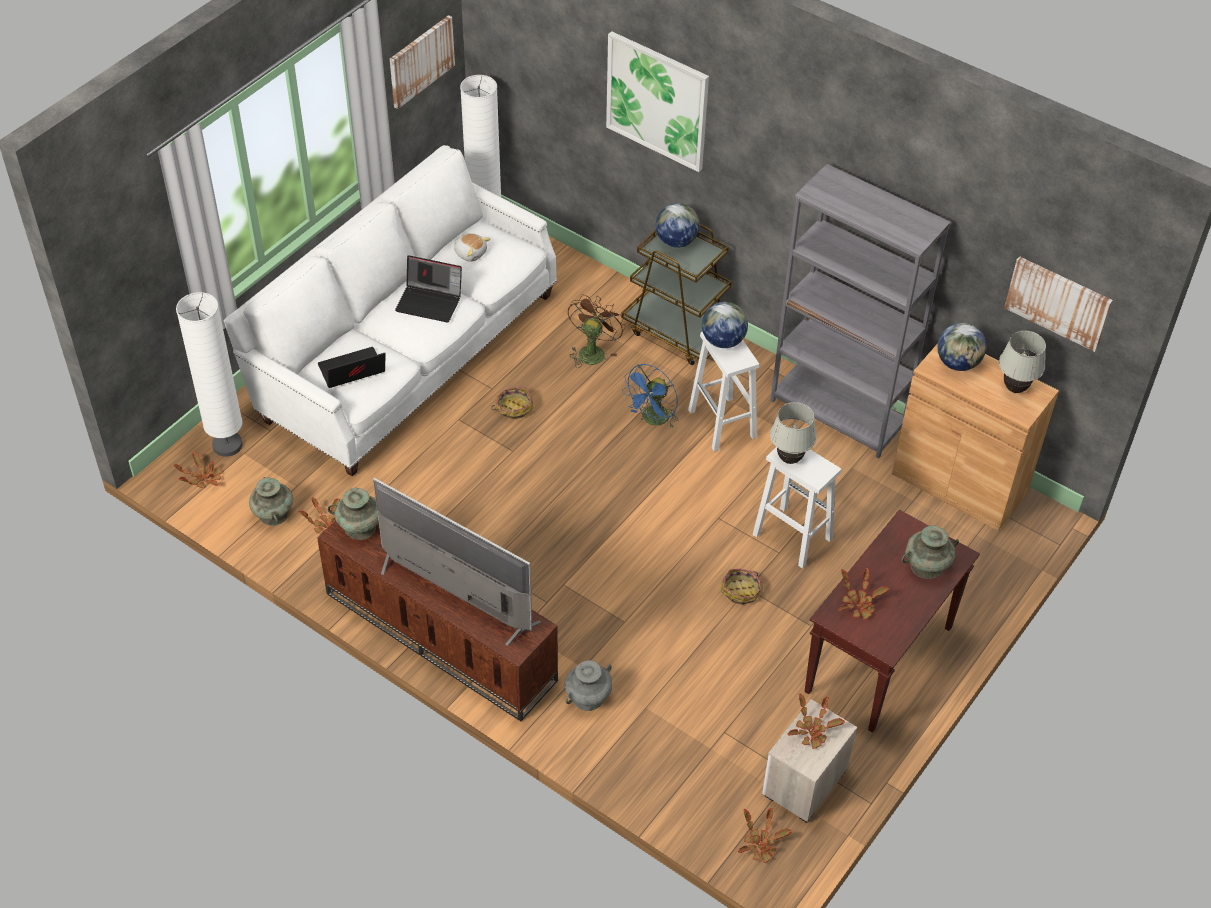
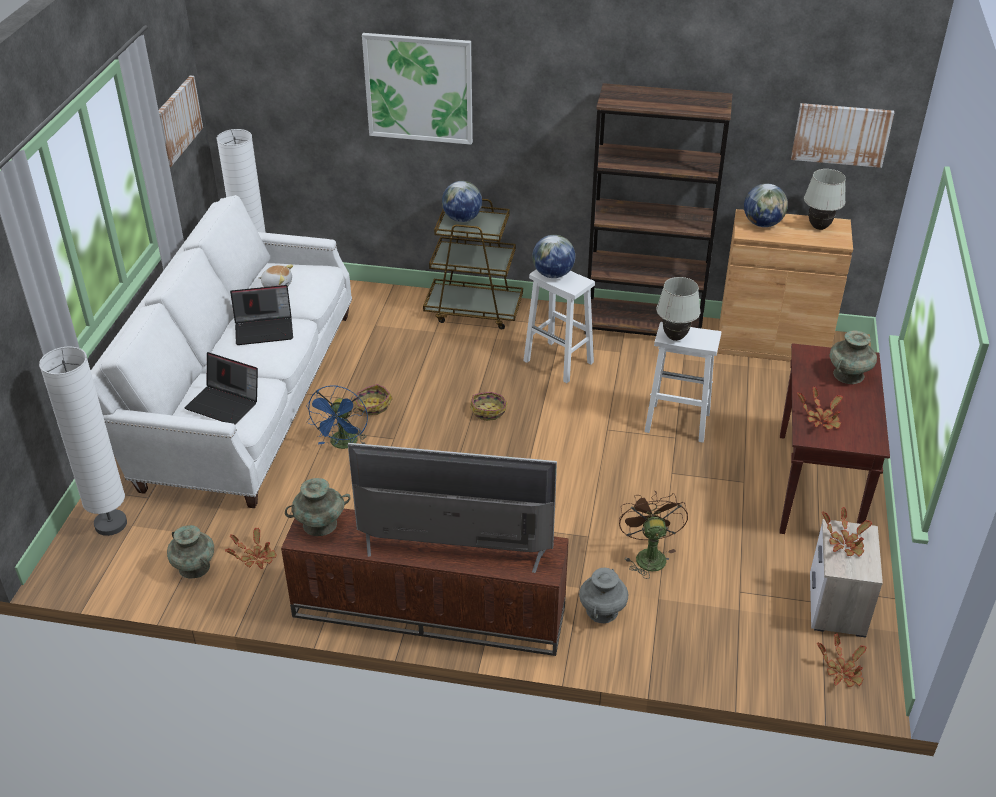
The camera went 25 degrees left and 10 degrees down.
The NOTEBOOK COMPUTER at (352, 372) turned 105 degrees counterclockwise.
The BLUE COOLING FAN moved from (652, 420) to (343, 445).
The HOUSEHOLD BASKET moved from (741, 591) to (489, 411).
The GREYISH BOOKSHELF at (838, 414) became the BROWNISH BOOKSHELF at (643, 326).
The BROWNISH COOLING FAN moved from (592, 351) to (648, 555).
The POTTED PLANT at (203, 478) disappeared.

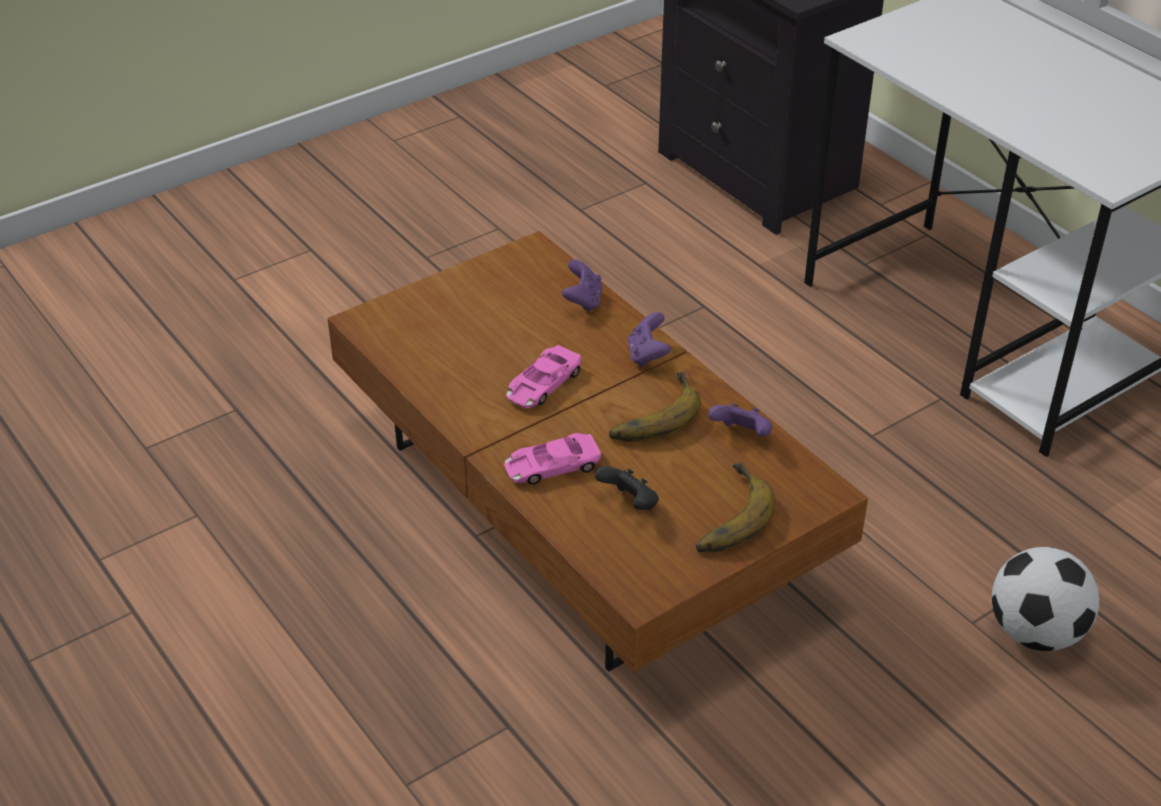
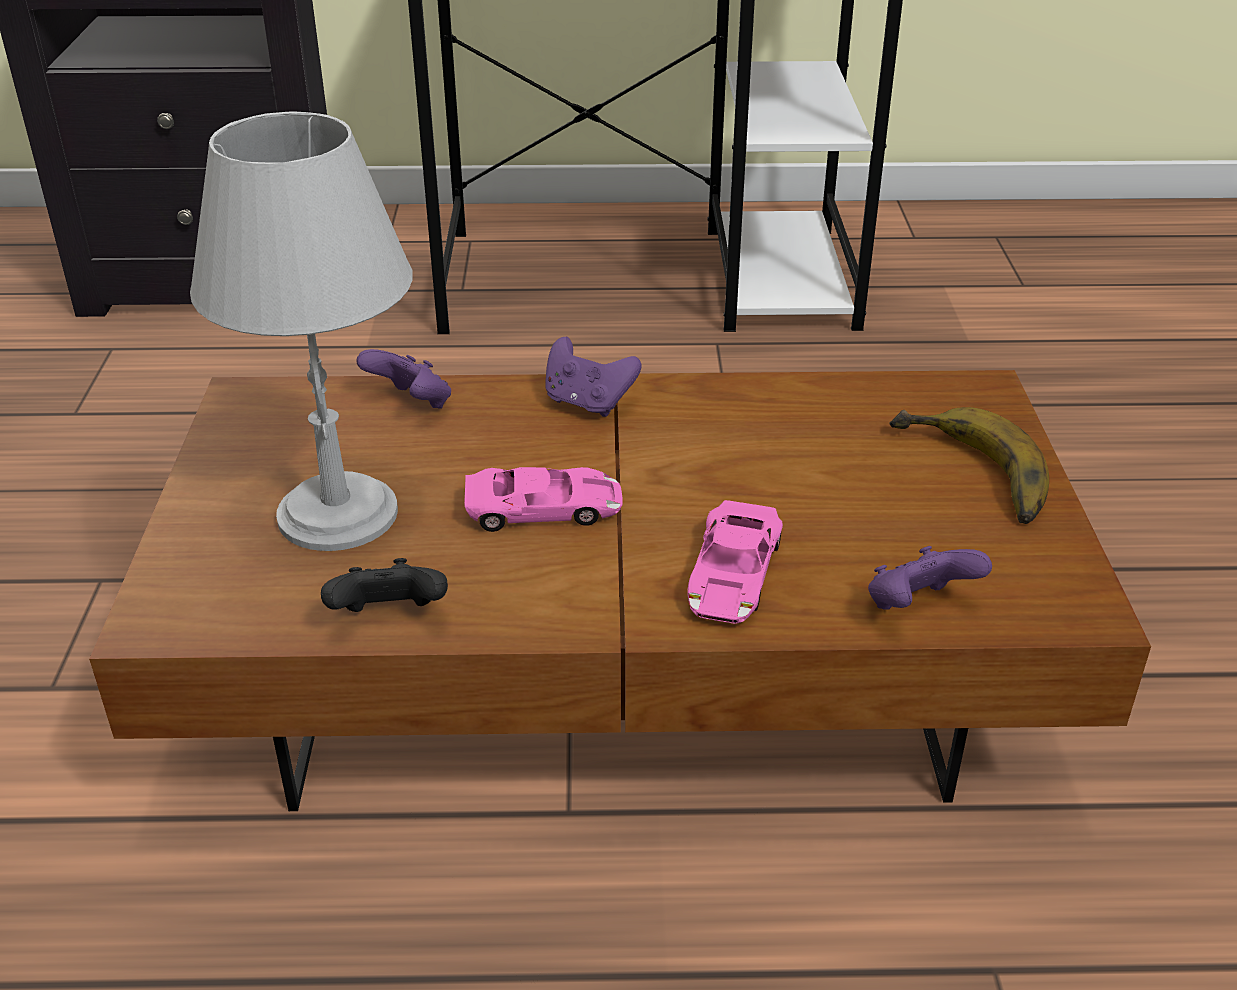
The camera went 55 degrees left and 5 degrees down.
The GREYISH TABLETOP LAMP at (336, 513) appeared.
The BLACK JOYPAD moved from (629, 503) to (390, 618).
The PINKISH TOY CAR at (542, 385) turned 75 degrees counterclockwise.
The PURPLE JOYPAD moved from (742, 435) to (917, 607).
The BANANA at (650, 414) disappeared.
The BALL FOR FOOTBALL at (1035, 632) disappeared.

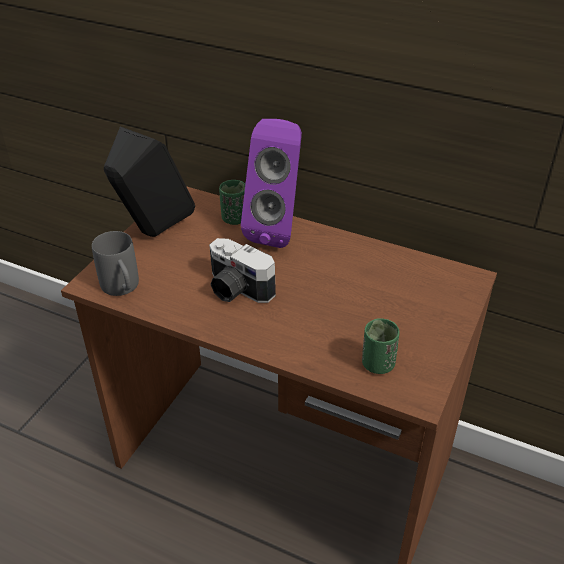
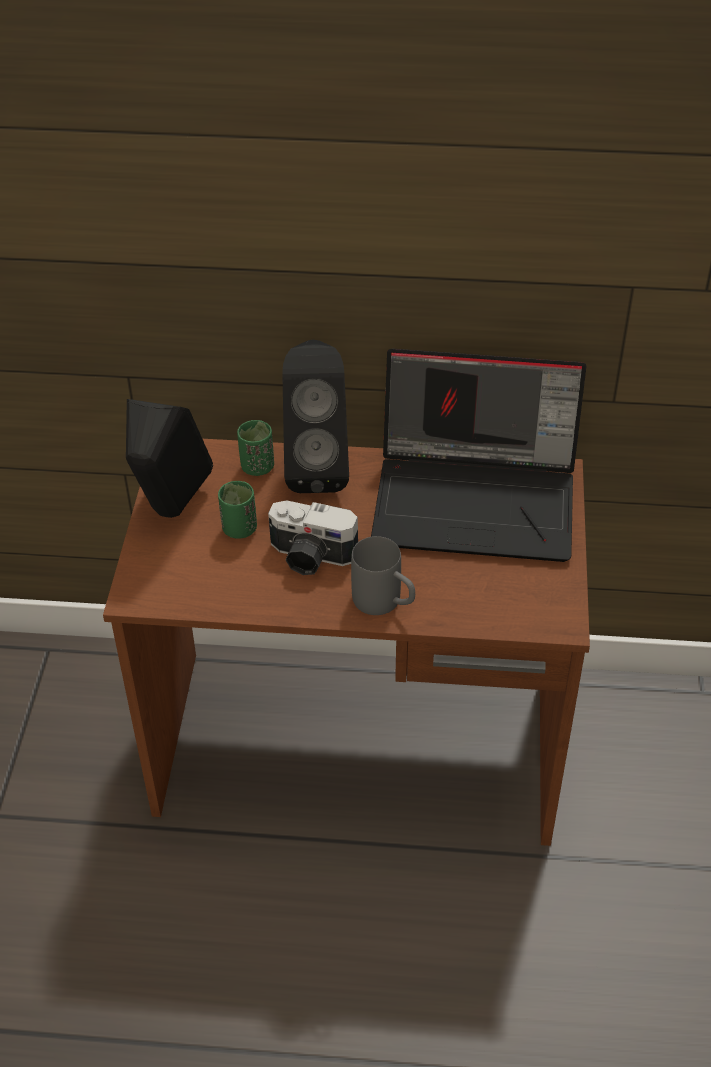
The camera went 20 degrees left and 5 degrees up.
The GREEN-COLOURED SMALL CUP moved from (378, 364) to (239, 529).
The PURPLE AUDIO SPEAKER at (278, 229) became the BLACK AUDIO SPEAKER at (317, 468).
The GREYISH COFFEE MUG moved from (122, 289) to (385, 603).
The NOTEBOOK COMPUTER at (478, 499) appeared.

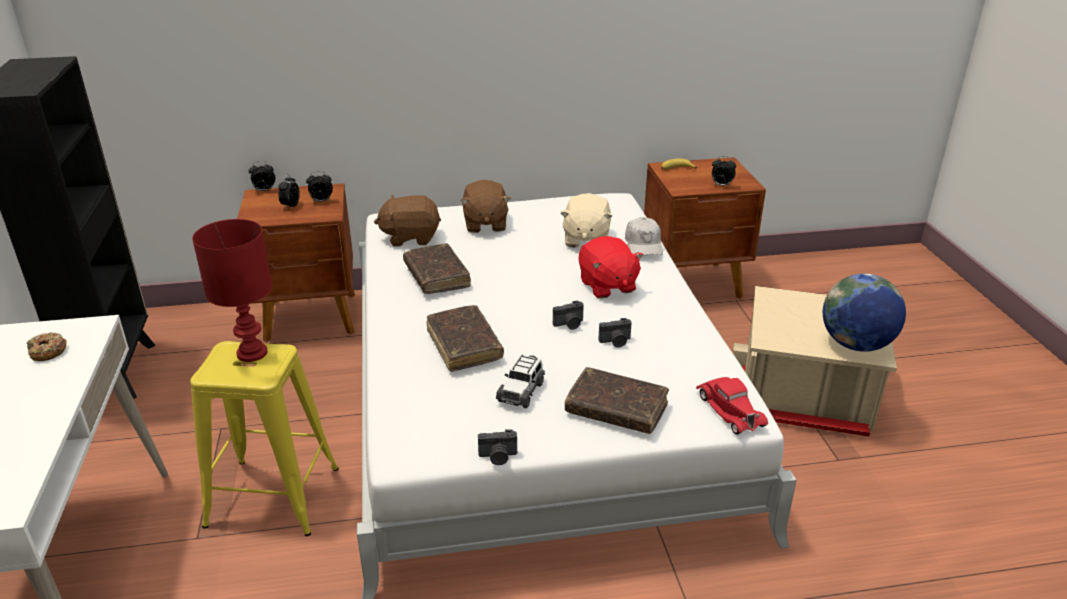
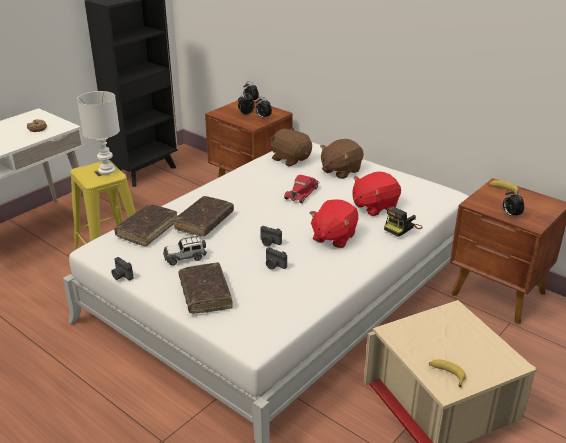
The camera went 50 degrees right and 0 degrees up.
The REDDISH TABLETOP LAMP at (252, 352) became the WHITE-COLOURED TABLETOP LAMP at (107, 170).
The BROWNISH BOOK moved from (436, 276) to (147, 230).
The REDDISH TOY CAR moved from (729, 409) to (302, 192).
The BEIGE-COLOURED CUDDLY TOY at (585, 239) became the REDDISH CUDDLY TOY at (374, 206).
The WHITE-COLOURED PEAKED CAP at (644, 245) was replaced by the PHOTO CAMERA at (402, 227).
The DESK GLOBE at (855, 344) was replaced by the BANANA at (446, 374).

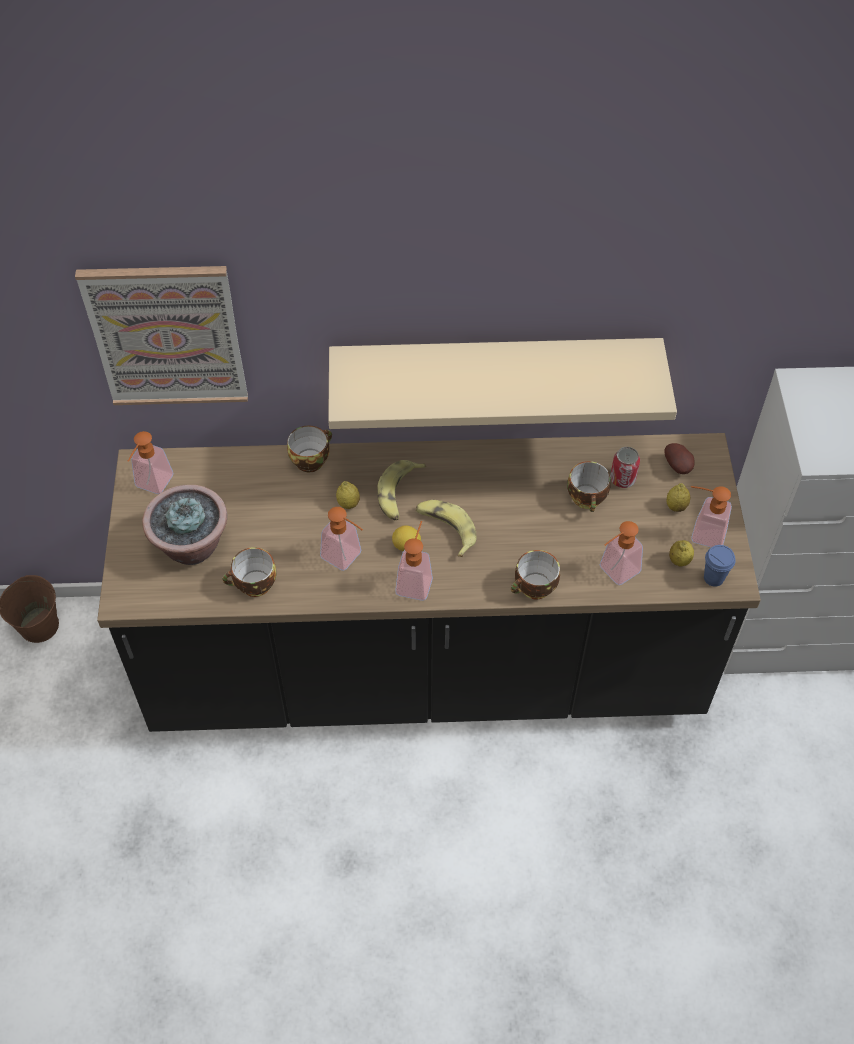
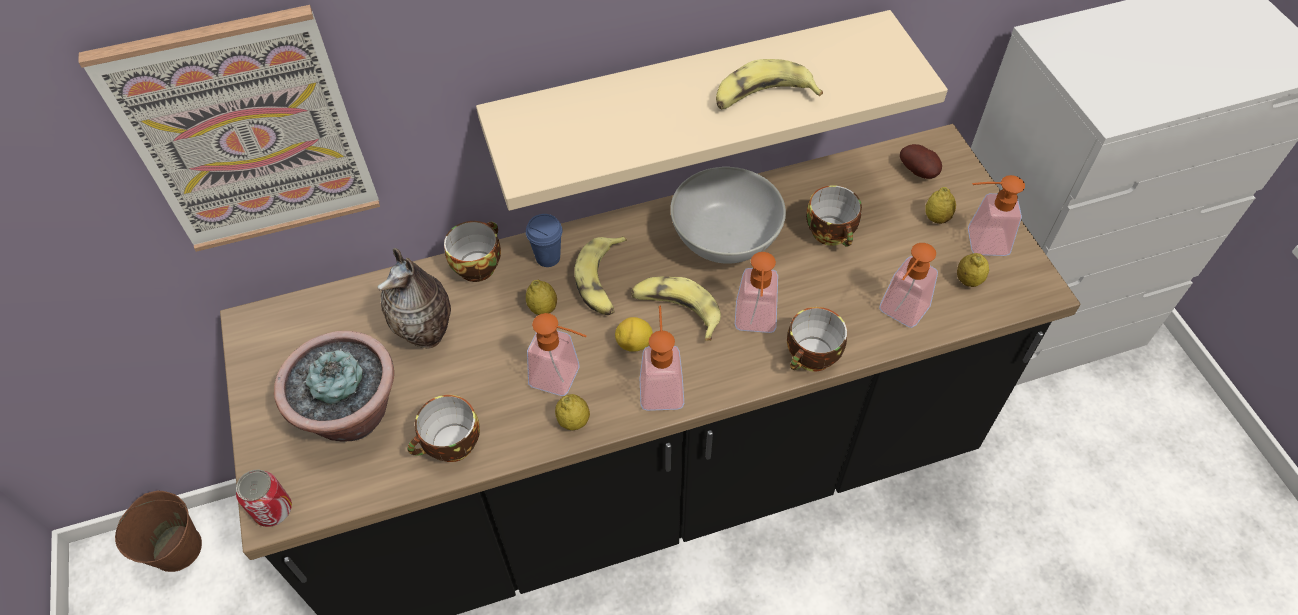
The camera went 15 degrees left and 0 degrees up.
The CAN moved from (622, 479) to (273, 510).
The VASE at (428, 335) appeared.
The BLUE SMALL CUP moved from (713, 578) to (548, 257).
The LEMON at (573, 421) appeared.
The WHITE-COLOURED DEEP DISH at (724, 241) appeared.
The BANANA at (762, 97) appeared.
The LIQUID SOAP BOTTLE moved from (151, 486) to (755, 324).

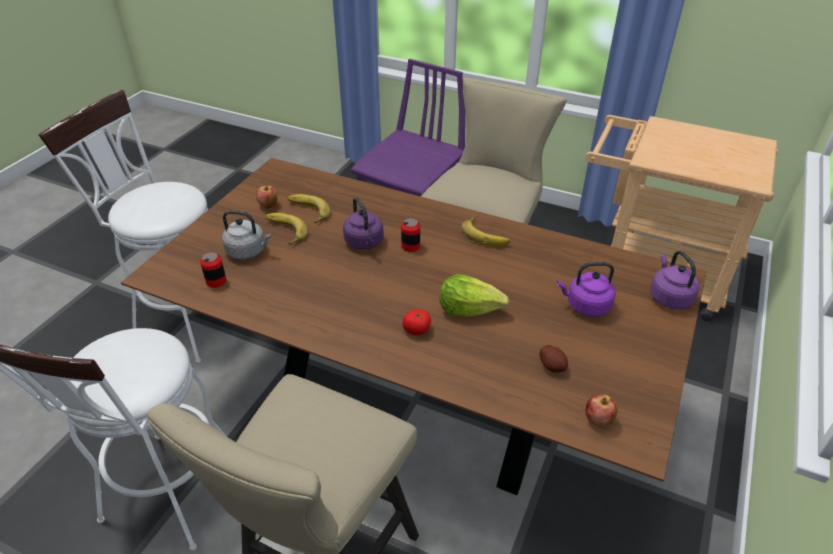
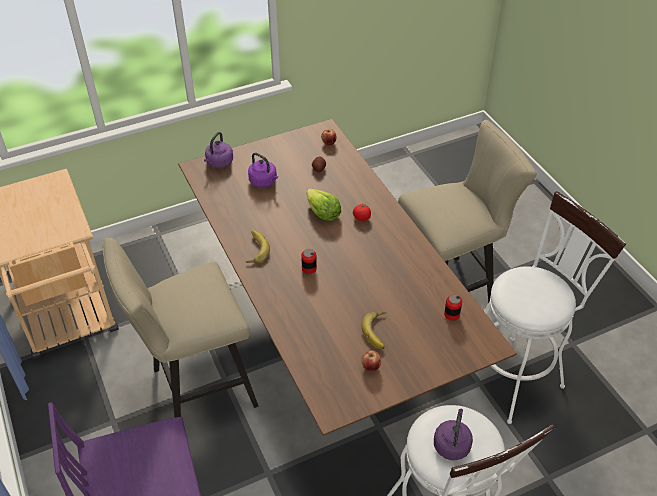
The camera went 140 degrees left and 5 degrees up.
The PURPLE KETTLE moved from (365, 243) to (452, 444).
The GREYISH KETTLE at (248, 251) disappeared.
The BANANA at (307, 212) disappeared.

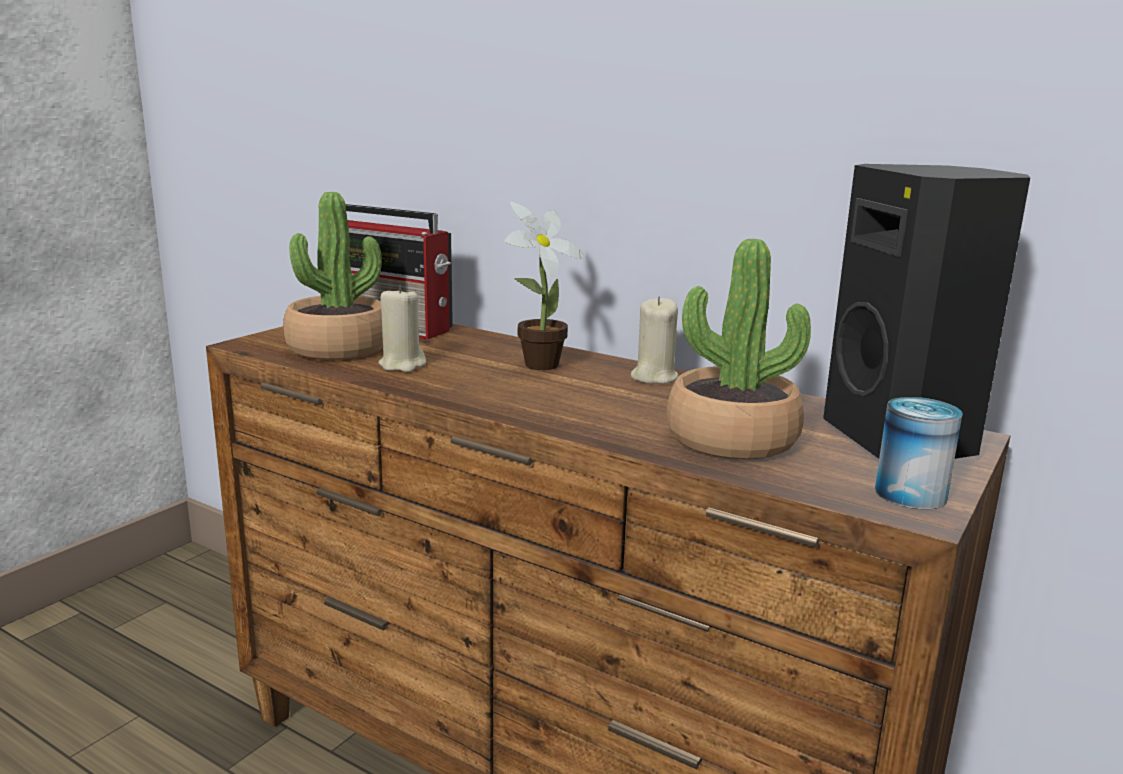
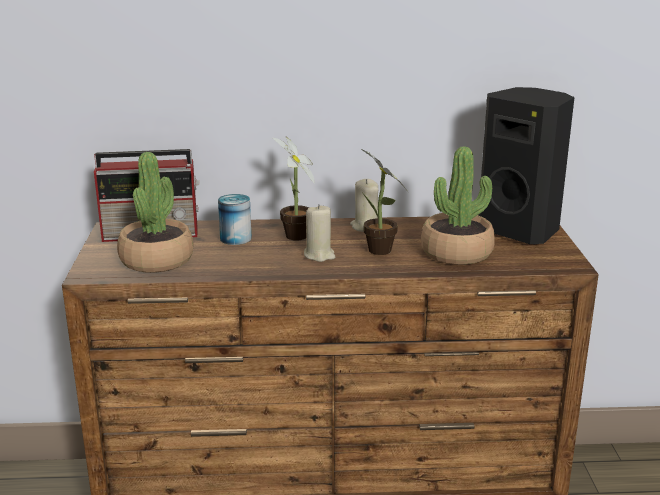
The camera went 35 degrees left and 5 degrees up.
The CAN moved from (910, 494) to (235, 238).
The BEIGE-COLOURED WAX LIGHT moved from (402, 365) to (319, 255).
The POTTED PLANT at (380, 252) appeared.

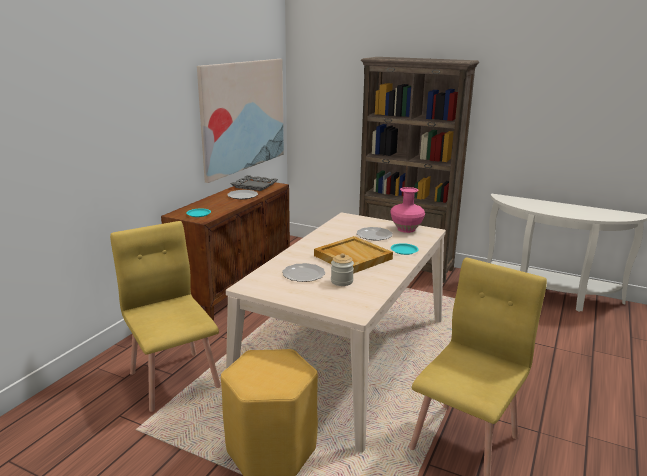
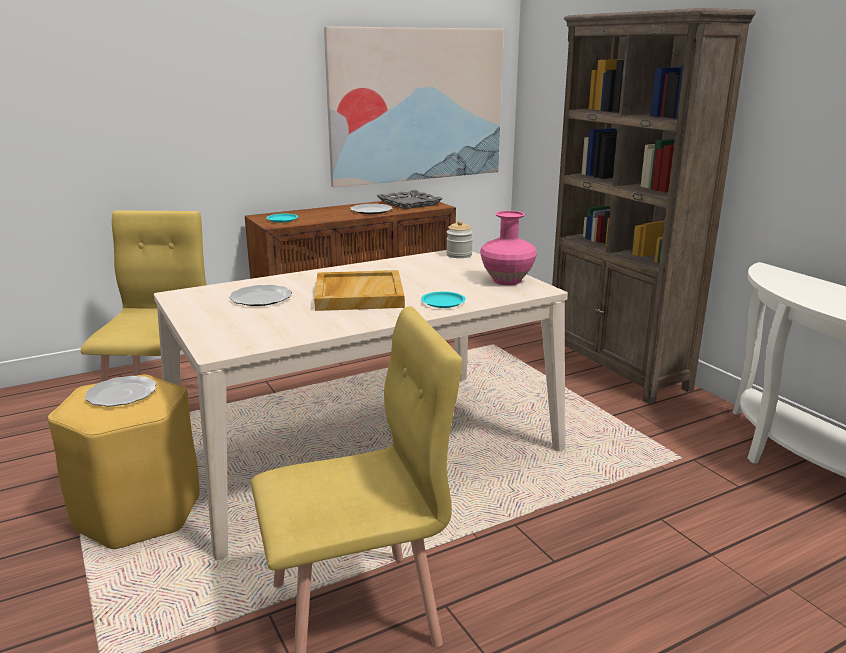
The camera went 35 degrees right and 0 degrees up.
The DINNER PLATE moved from (373, 235) to (121, 394).
The STORAGE JAR moved from (342, 281) to (459, 255).

